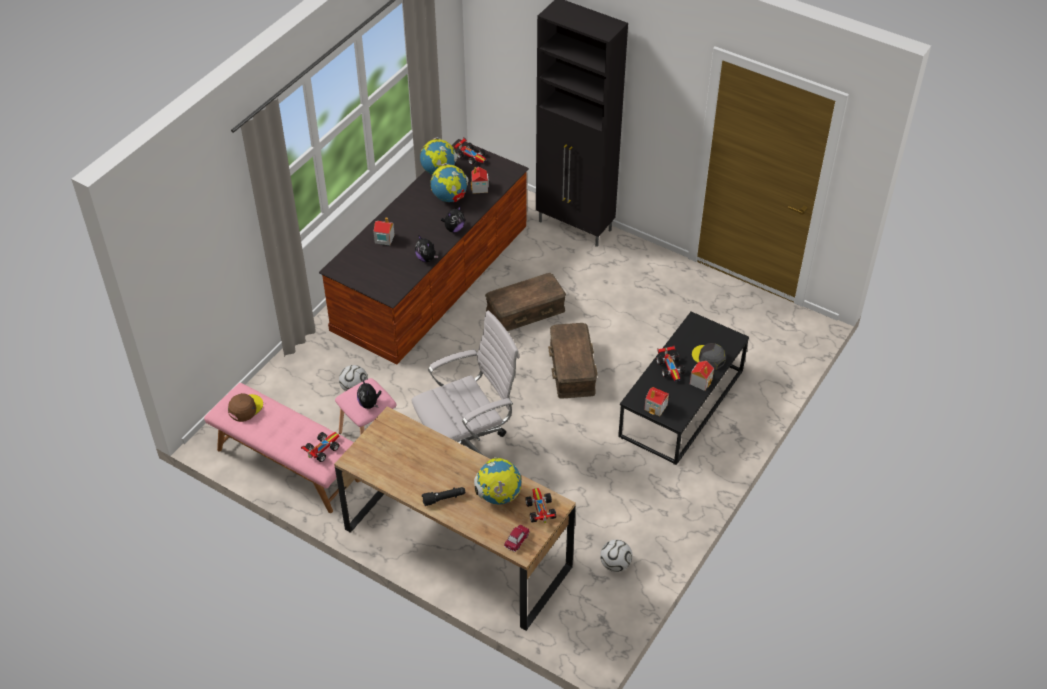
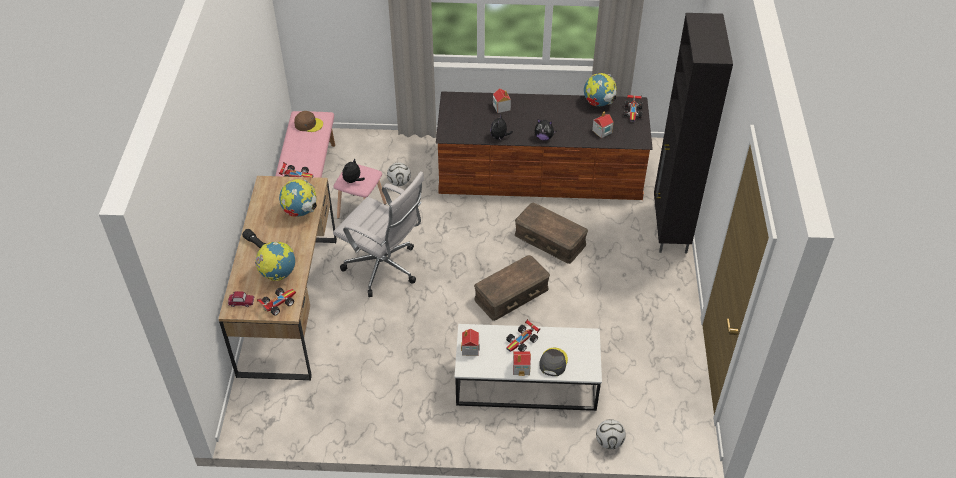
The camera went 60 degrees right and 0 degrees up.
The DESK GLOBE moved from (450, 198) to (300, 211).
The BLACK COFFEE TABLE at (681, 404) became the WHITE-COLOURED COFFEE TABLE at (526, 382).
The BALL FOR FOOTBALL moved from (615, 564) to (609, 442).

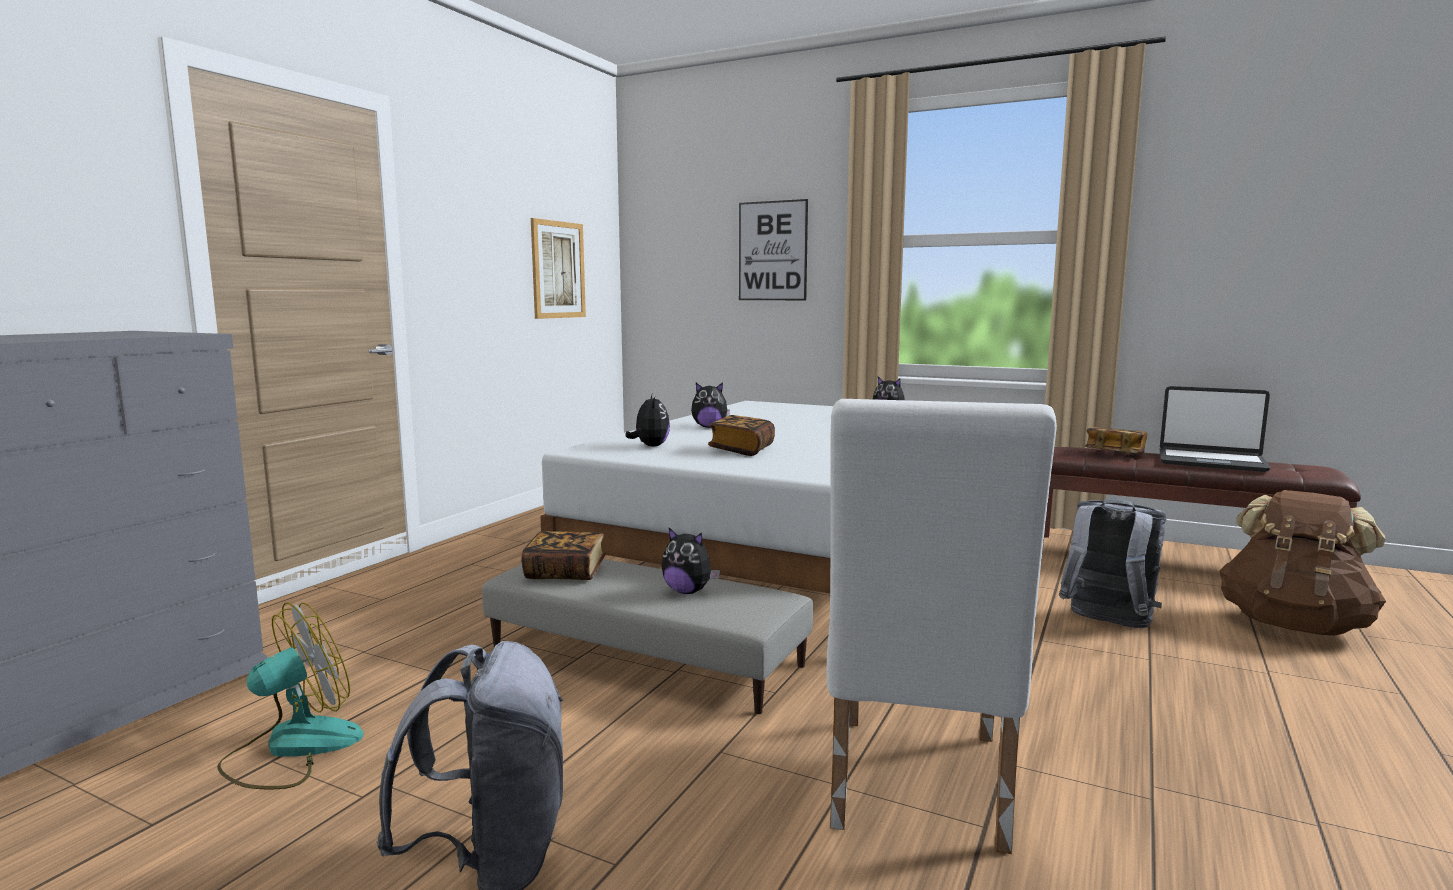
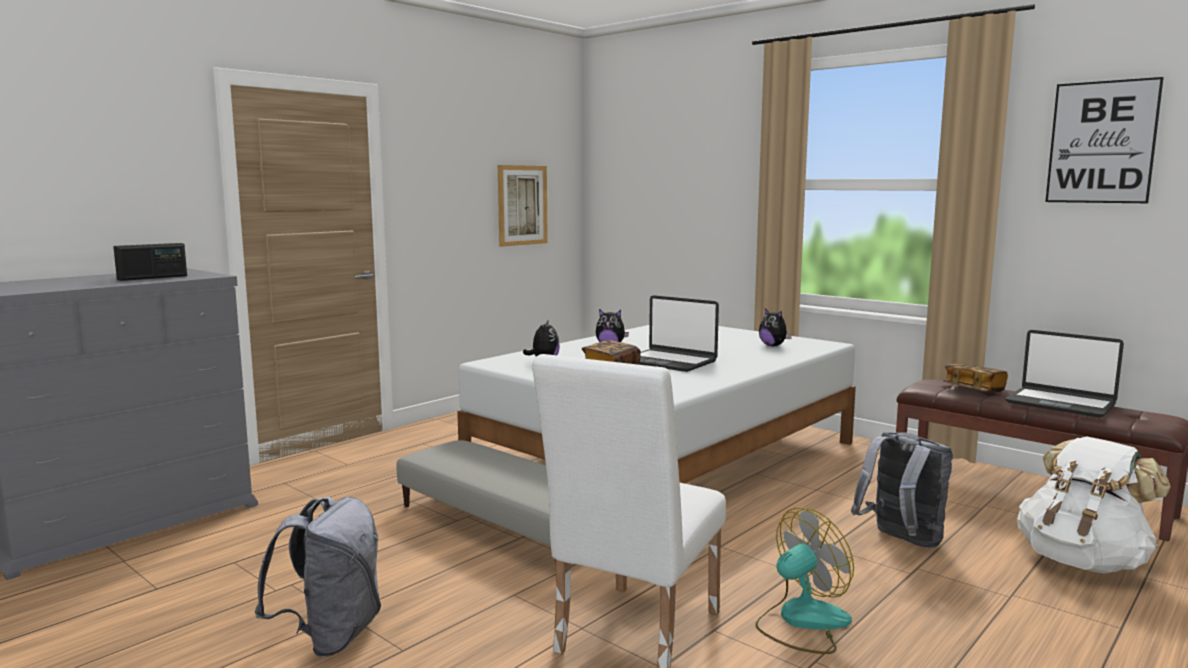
The camera went 15 degrees right and 0 degrees up.
The RADIO SET at (152, 278) appeared.
The NOTEBOOK COMPUTER at (669, 362) appeared.
The COOLING FAN moved from (292, 748) to (802, 622).
The BROWNISH KNAPSACK at (1293, 625) became the WHITE-COLOURED KNAPSACK at (1082, 562).
The WALL PICTURE moved from (772, 251) to (1101, 142).
The BOOK at (565, 572) disappeared.
The CUDDLY TOY at (688, 591) disappeared.

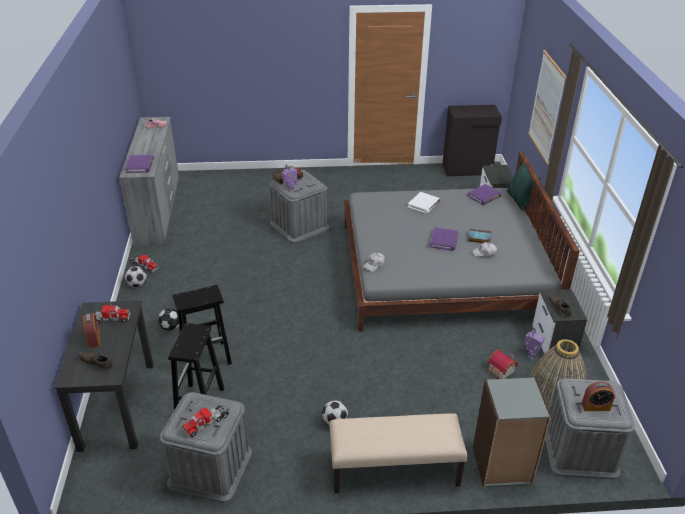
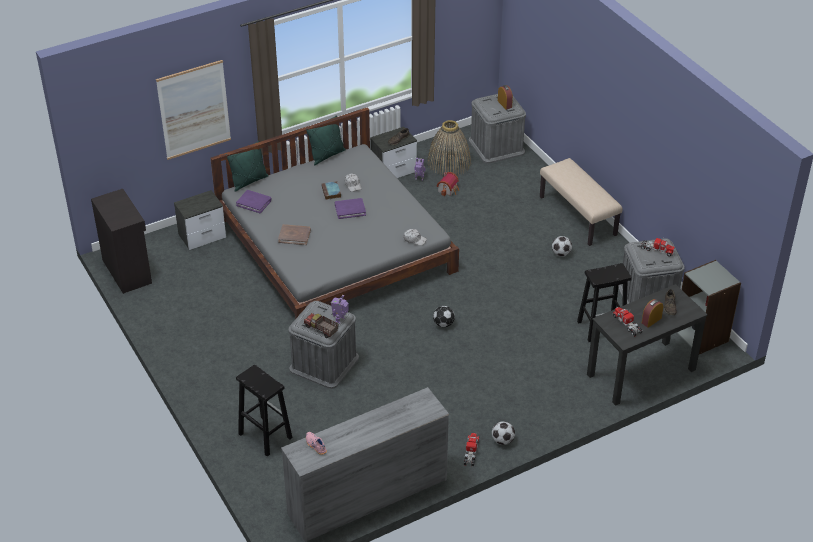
The camera went 115 degrees left and 5 degrees up.
The BLACK STOOL moved from (207, 357) to (264, 435).
The WHITE-COLOURED BOOK at (423, 204) became the BROWNISH BOOK at (294, 236).
The GREEN-COLOURED CUSHION at (327, 155) appeared.
The BALL FOR FOOTBALL moved from (170, 327) to (443, 324).
The GREYISH BOOKSHELF moved from (502, 466) to (702, 336).
The PURPLE BOOK at (140, 165) disappeared.

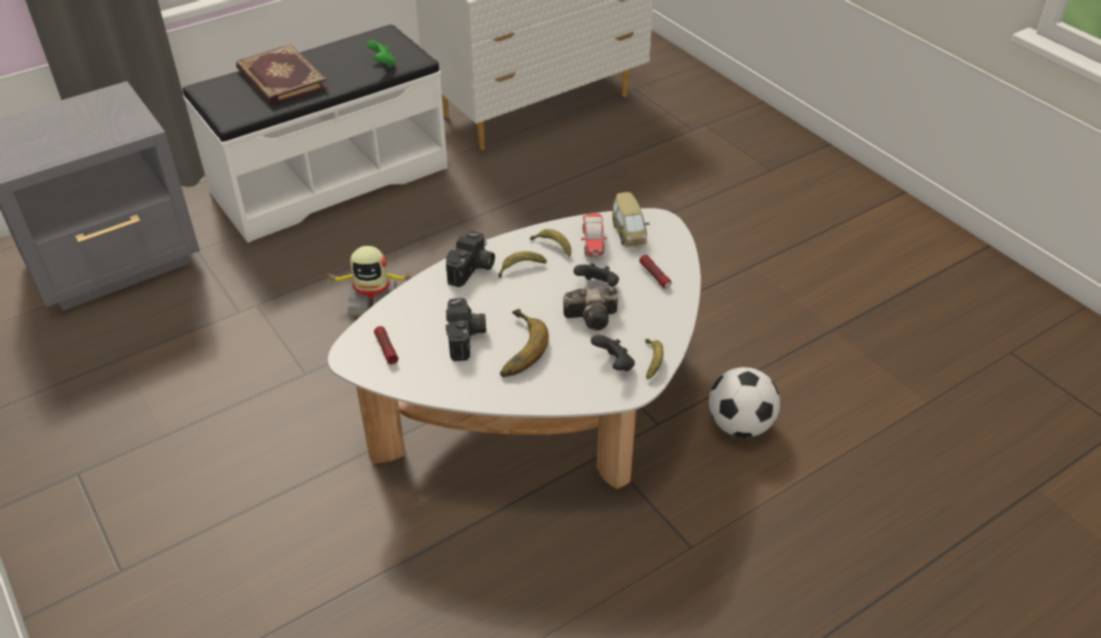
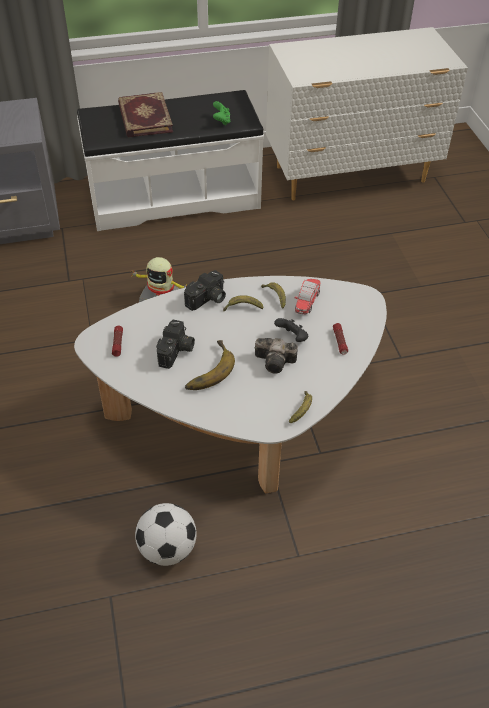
The camera went 20 degrees right and 5 degrees up.
The BALL FOR FOOTBALL moved from (739, 425) to (167, 549).
The BLACK JOYPAD at (614, 364) disappeared.
The TOY CAR at (629, 233) disappeared.

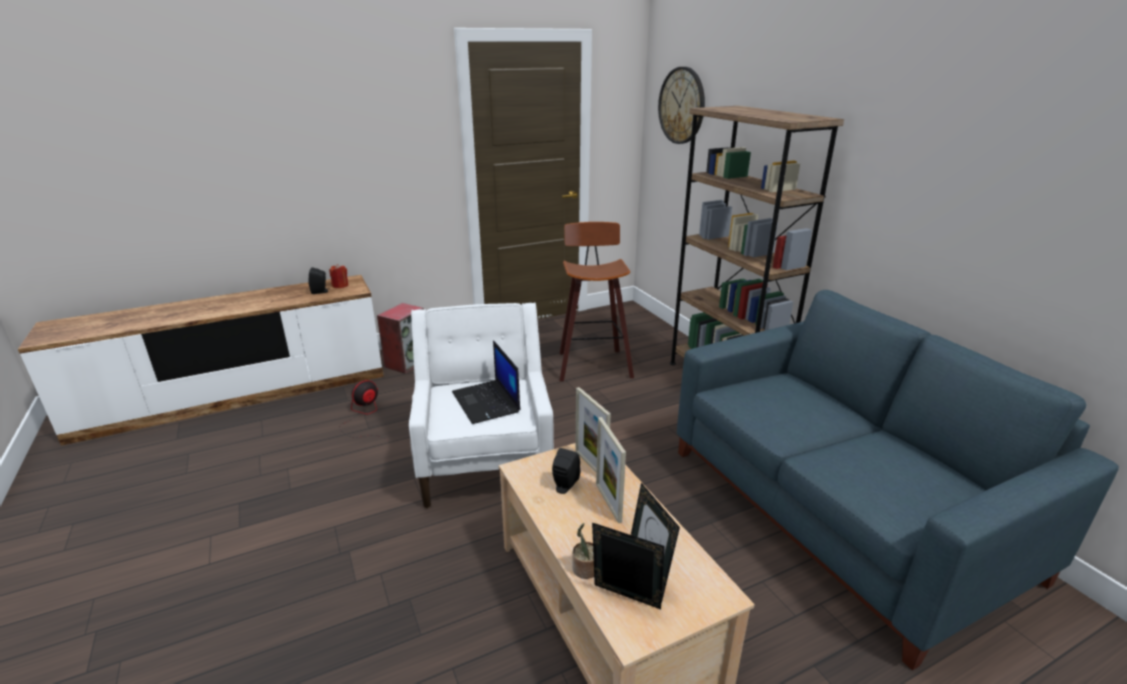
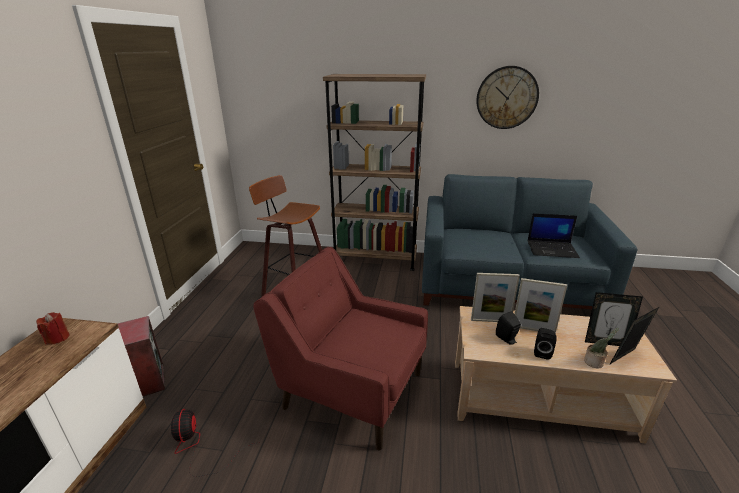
The camera went 55 degrees left and 0 degrees up.
The WHITE-COLOURED ARMCHAIR at (485, 460) became the REDDISH ARMCHAIR at (351, 389).
The CLOCK ON THE WALL moved from (682, 106) to (506, 98).
The NOTEBOOK COMPUTER moved from (487, 402) to (552, 249).
The BLACK AUDIO SPEAKER moved from (320, 292) to (542, 352).

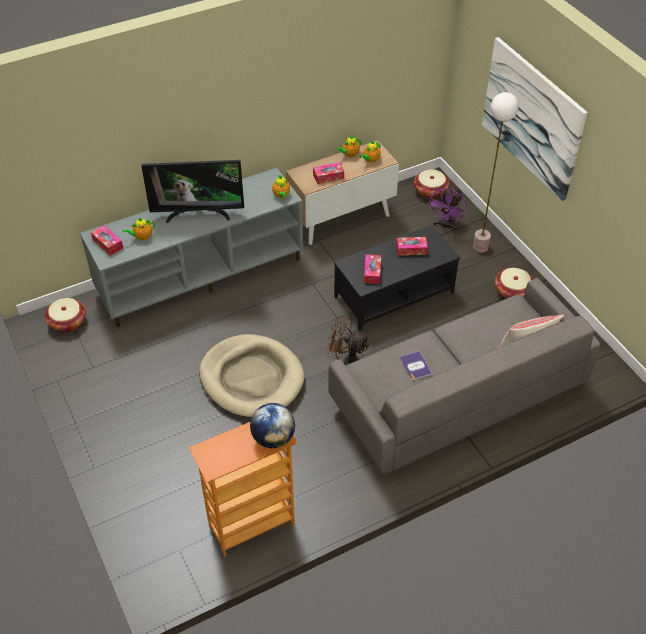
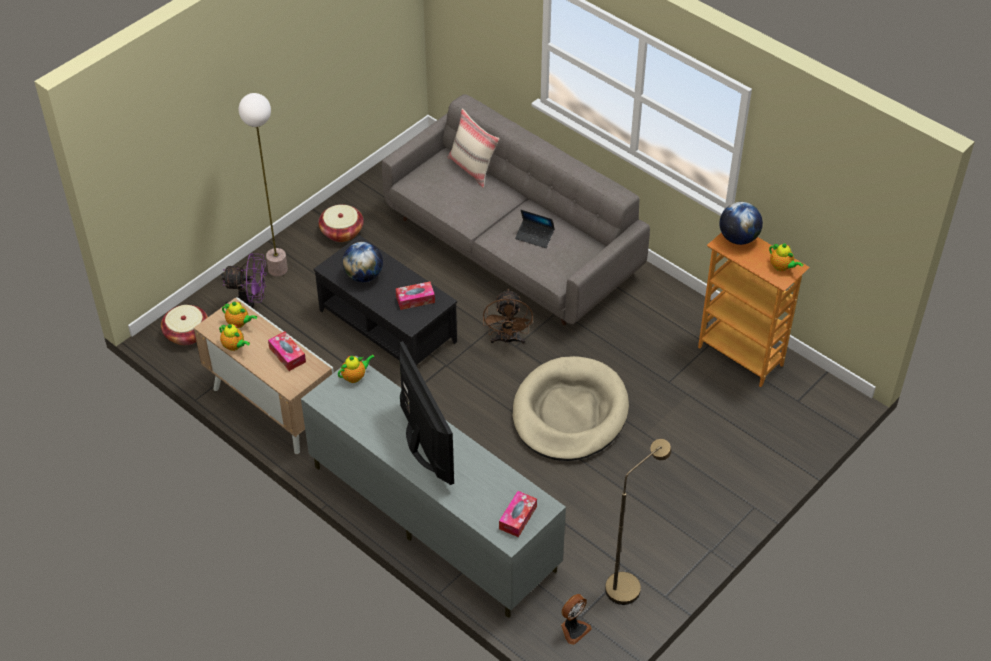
The camera went 110 degrees left and 0 degrees up.
The TISSUE BOX at (411, 249) was replaced by the DESK GLOBE at (364, 276).
The BOOK at (415, 366) was replaced by the NOTEBOOK COMPUTER at (534, 236).
The HOUSEHOLD BASKET at (67, 322) was replaced by the COOLING FAN at (573, 629).
The BROWNISH FLOOR LAMP at (628, 583) appeared.
The TEA POT moved from (142, 237) to (782, 267).
The WALL PICTURE at (532, 118) disappeared.

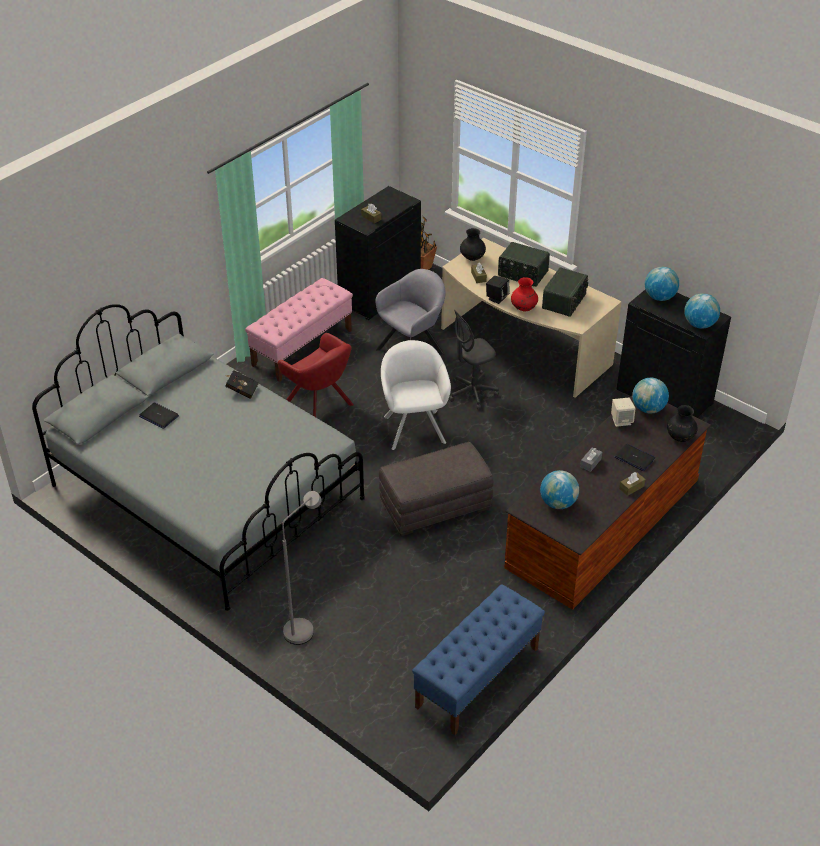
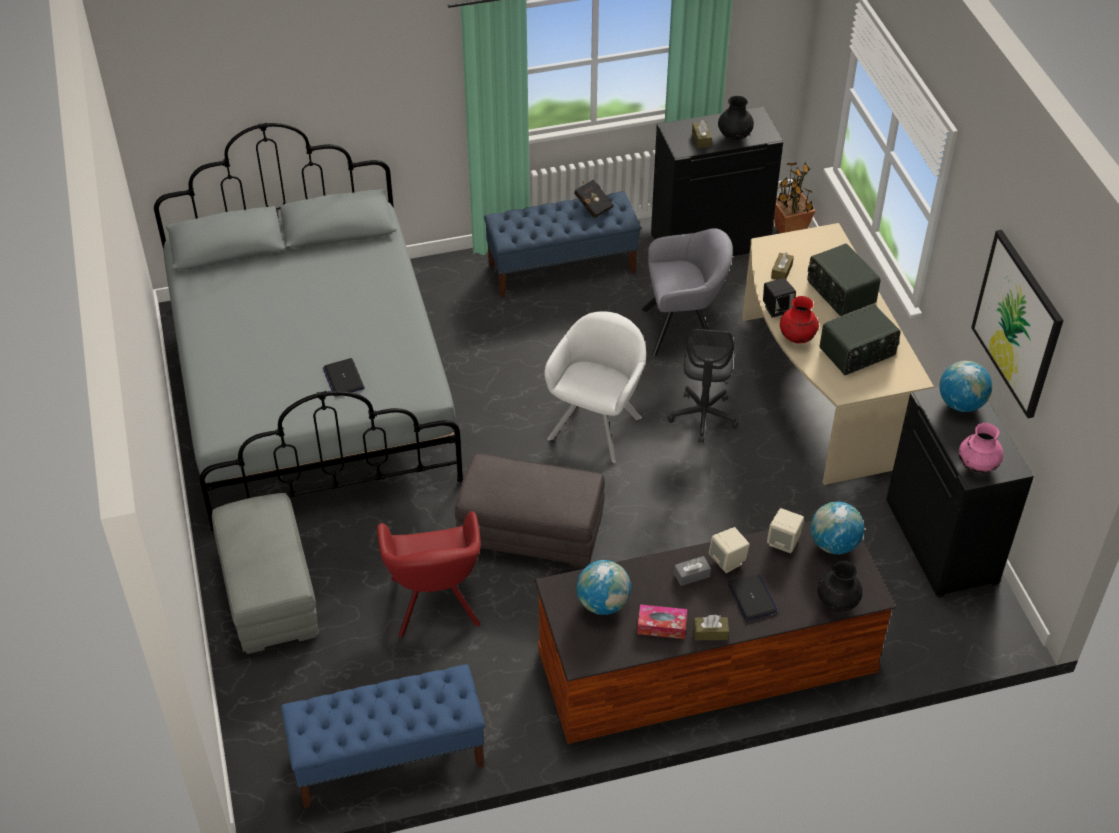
The camera went 35 degrees right and 5 degrees up.
The GREYISH FLOOR LAMP at (304, 627) was replaced by the GREYISH OTTOMAN at (269, 593).
The NOTEBOOK COMPUTER moved from (158, 416) to (343, 378).
The REDDISH ARMCHAIR moved from (320, 407) to (435, 606).
The PINKISH LONG SEAT at (302, 347) became the BLUE LONG SEAT at (562, 268).
The BLACK BOOK moved from (241, 390) to (593, 205).
The TISSUE BOX at (661, 626) appeared.
The GREYISH COMPUTER CHAIR at (472, 393) turned 90 degrees counterclockwise.
The BEIGE-COLOURED AUDIO SPEAKER at (728, 561) appeared.
The BLACK VASE moved from (472, 258) to (734, 136).
The DESK GLOBE at (699, 324) was replaced by the PINKISH VASE at (977, 466).
The WALL PICTURE at (1017, 323) appeared.

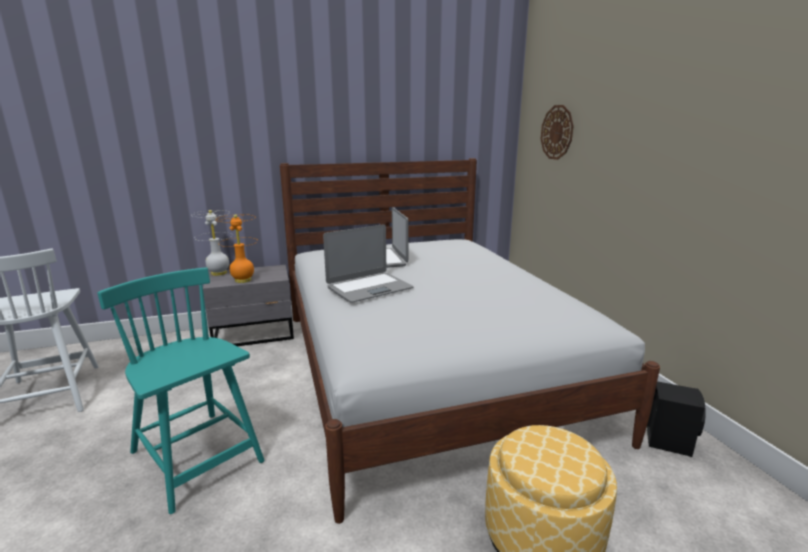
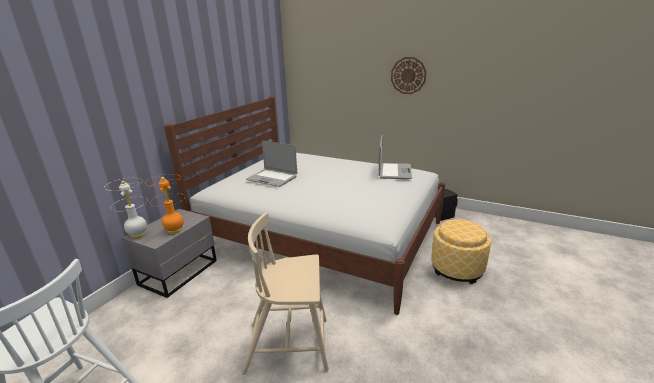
The camera went 45 degrees left and 5 degrees up.
The BLUE-GREEN PLAIN CHAIR at (197, 458) became the BEIGE-COLOURED PLAIN CHAIR at (290, 345).
The NOTEBOOK COMPUTER moved from (369, 288) to (394, 171).
The CLOCK ON THE WALL moved from (557, 132) to (408, 75).

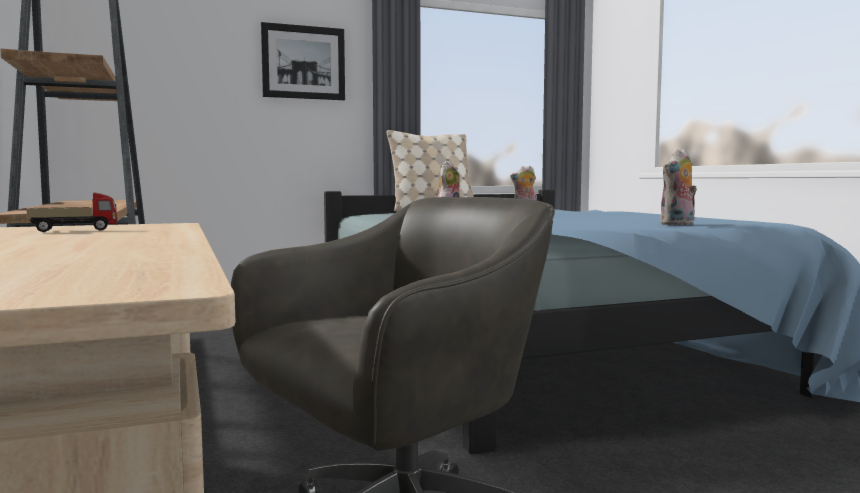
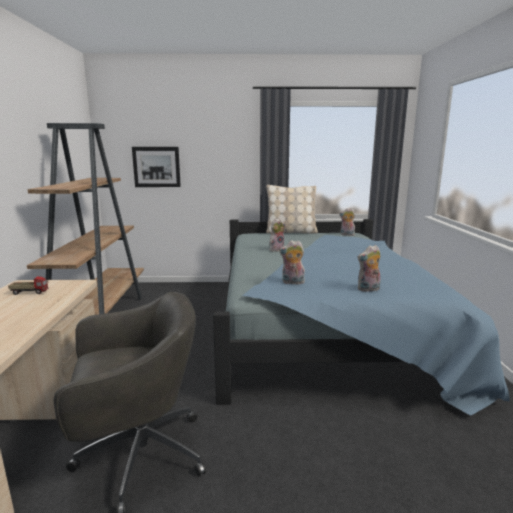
The camera went 20 degrees right and 10 degrees up.
The WALL PICTURE moved from (303, 62) to (156, 167).
The CUDDLY TOY at (292, 282) appeared.

